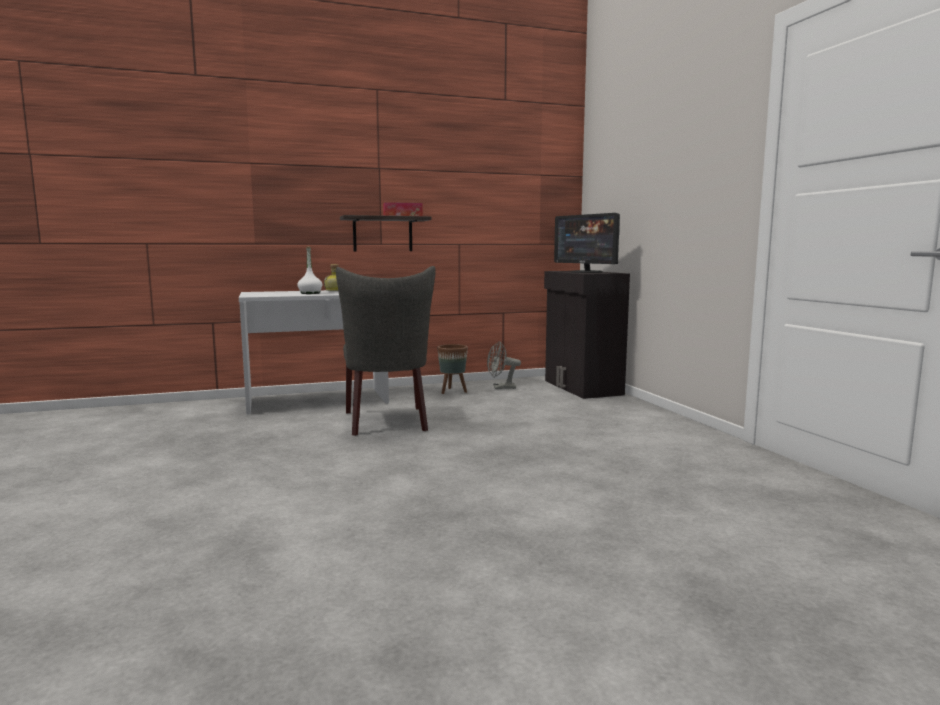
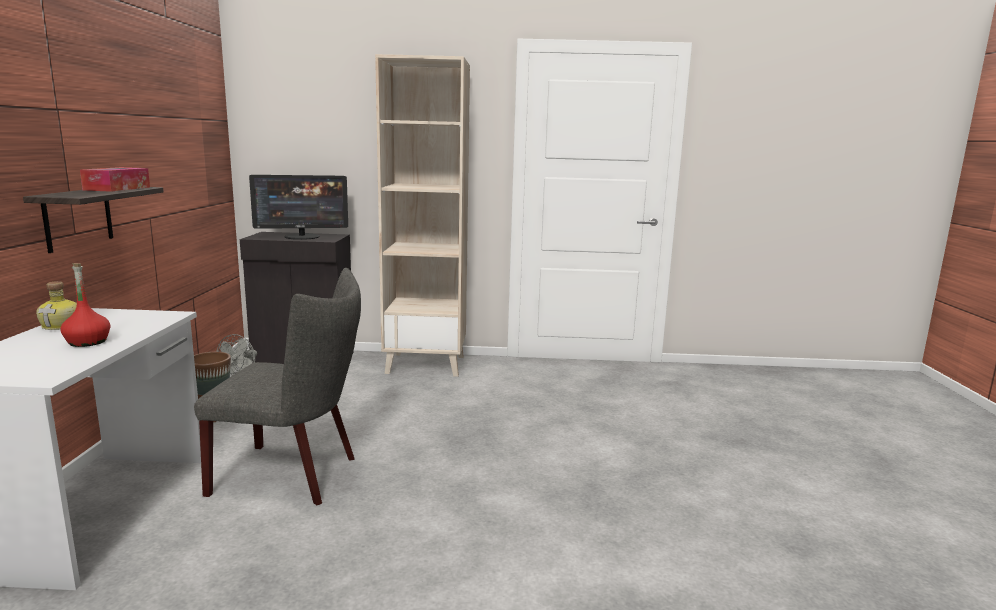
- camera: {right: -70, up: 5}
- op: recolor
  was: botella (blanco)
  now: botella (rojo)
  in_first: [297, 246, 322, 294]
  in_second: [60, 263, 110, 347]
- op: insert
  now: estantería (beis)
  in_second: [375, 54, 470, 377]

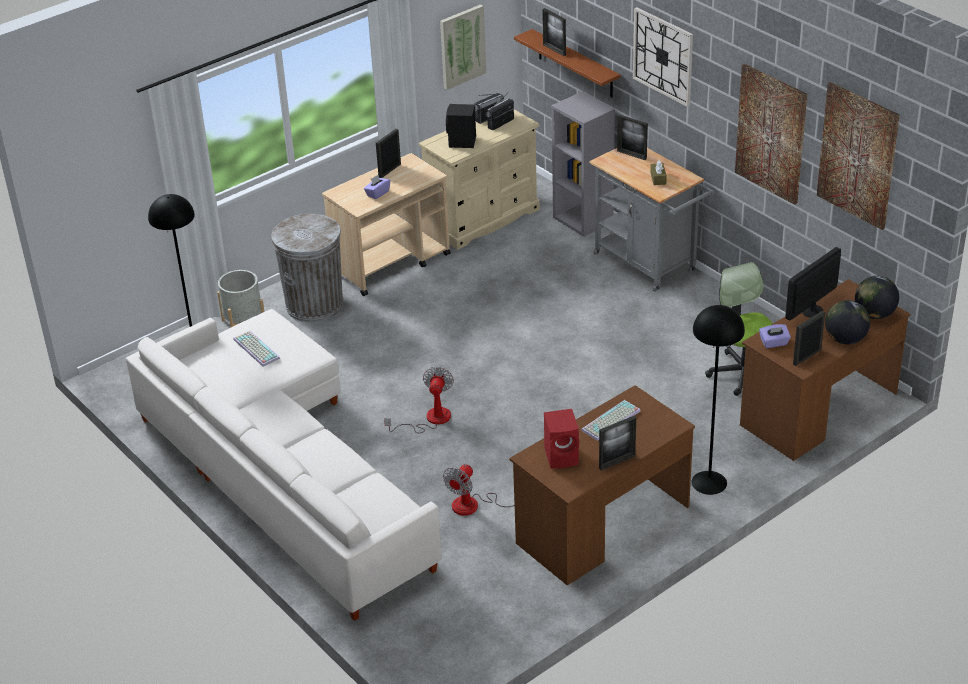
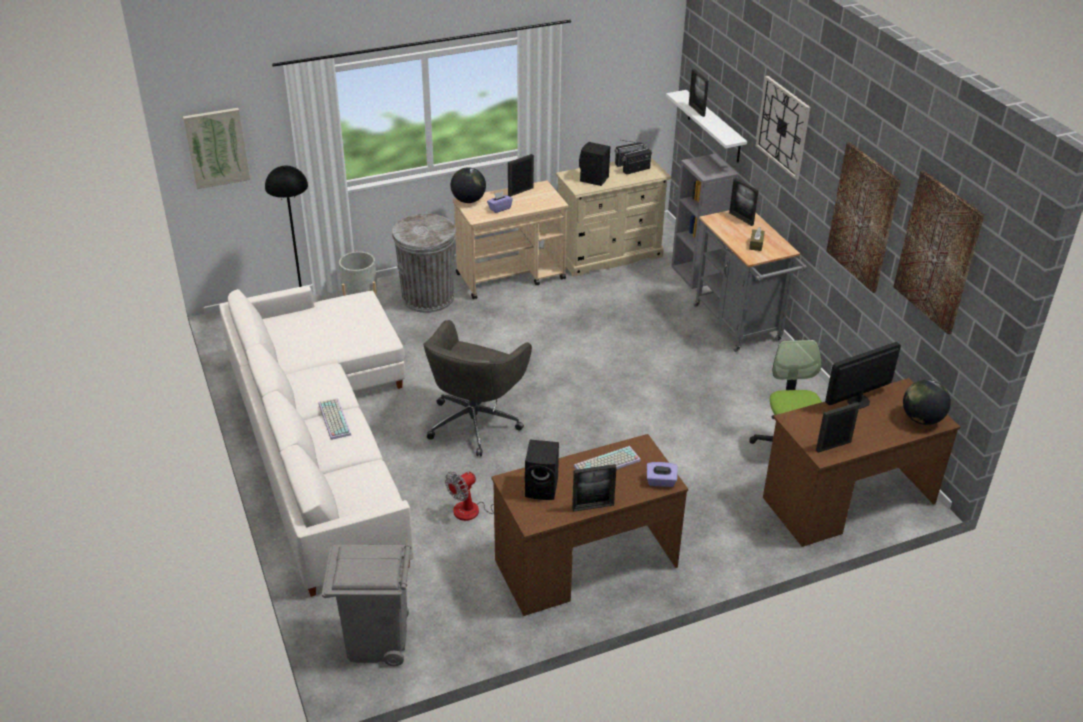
- camera: {right: 15, up: 0}
- op: move
  was: teclado
  in_first: [233, 331, 280, 367]
  in_second: [319, 398, 351, 440]
- op: replace
  was: ventilador
  now: silla de oficina (gris)
  in_first: [384, 366, 454, 433]
  in_second: [423, 320, 532, 456]
- op: move
  was: cuadro
  in_first: [440, 4, 486, 90]
  in_second: [183, 108, 250, 189]
- op: recolor
  was: estante (marrón)
  now: estante (blanco)
  in_first: [514, 29, 621, 97]
  in_second: [666, 90, 747, 163]
- op: recolor
  was: altavoz (rojo)
  now: altavoz (negro)
  in_first: [544, 409, 579, 468]
  in_second: [525, 439, 559, 500]
- op: delete
  was: lámpara de pie (negro)
  in_first: [691, 305, 745, 495]
- op: move
  was: caja de pañuelos (morado)
  in_first: [759, 324, 791, 348]
  in_second: [647, 462, 678, 487]
- op: move
  was: globo terráqueo
  in_first: [825, 300, 870, 345]
  in_second: [451, 167, 486, 203]
- op: insert
  now: papelera (gris)
  in_second: [322, 543, 411, 666]

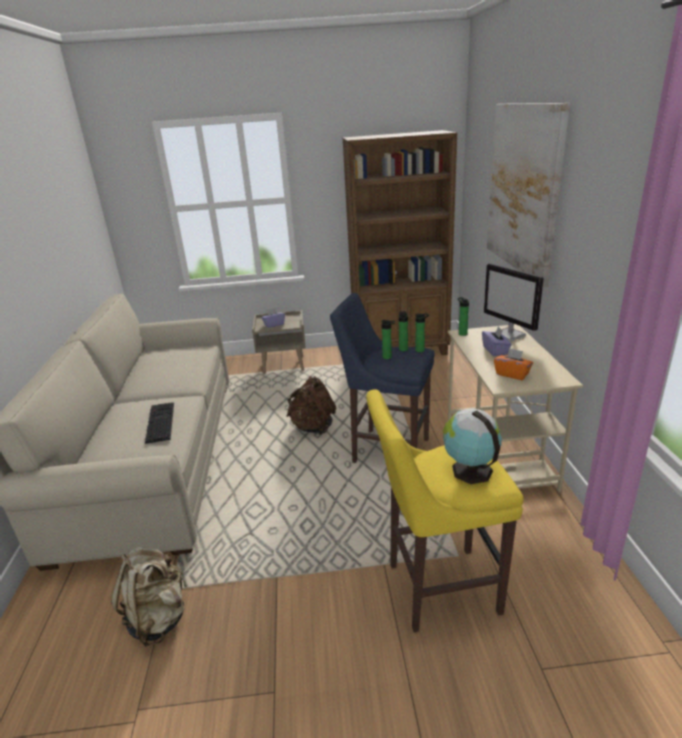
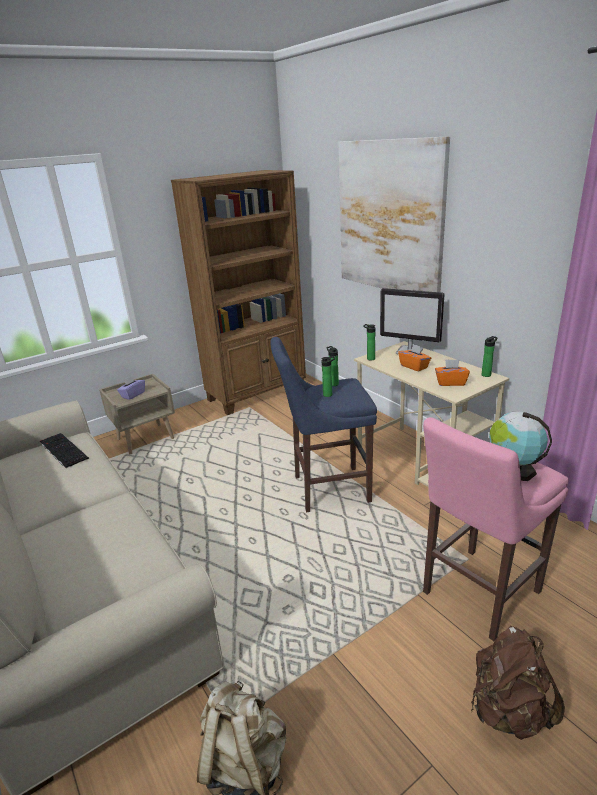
- camera: {right: -30, up: 0}
- op: move
  was: teclado
  in_first: [145, 402, 174, 444]
  in_second: [40, 433, 89, 468]
- op: move
  was: mochila (marrón)
  in_first: [286, 376, 336, 435]
  in_second: [471, 626, 565, 740]
- op: recolor
  was: taburete (amarillo)
  now: taburete (rosa)
  in_first: [366, 389, 524, 633]
  in_second: [423, 417, 568, 641]
- op: move
  was: botella
  in_first: [415, 313, 429, 352]
  in_second: [482, 336, 498, 377]
- op: recolor
  was: caja de pañuelos (morado)
  now: caja de pañuelos (naranja)
  in_first: [482, 326, 512, 356]
  in_second: [398, 344, 431, 372]

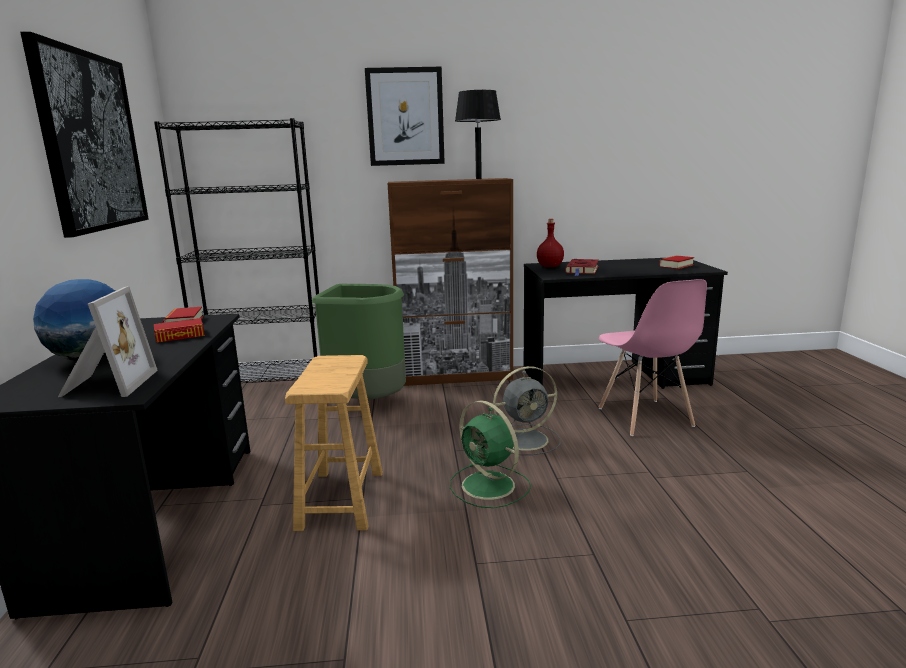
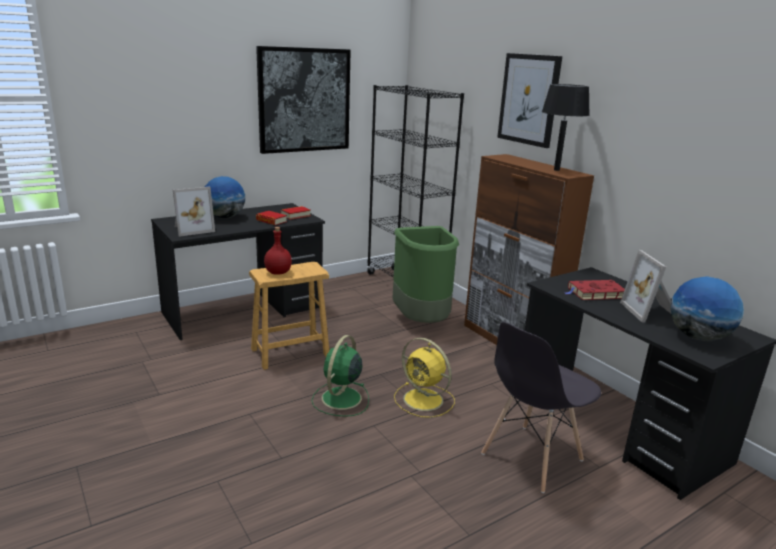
- camera: {right: 60, up: 5}
- op: recolor
  was: ventilador (gris)
  now: ventilador (amarillo)
  in_first: [493, 366, 561, 455]
  in_second: [394, 338, 455, 418]
- op: move
  was: botella (rojo)
  in_first: [537, 219, 564, 267]
  in_second: [264, 227, 292, 275]
- op: recolor
  was: silla (rosa)
  now: silla (gris)
  in_first: [599, 279, 707, 436]
  in_second: [481, 322, 601, 493]
- op: replace
  was: libro
  now: globo terráqueo
  in_first: [659, 255, 694, 269]
  in_second: [670, 276, 744, 341]
- op: insert
  now: portarretratos
  in_second: [620, 250, 672, 323]

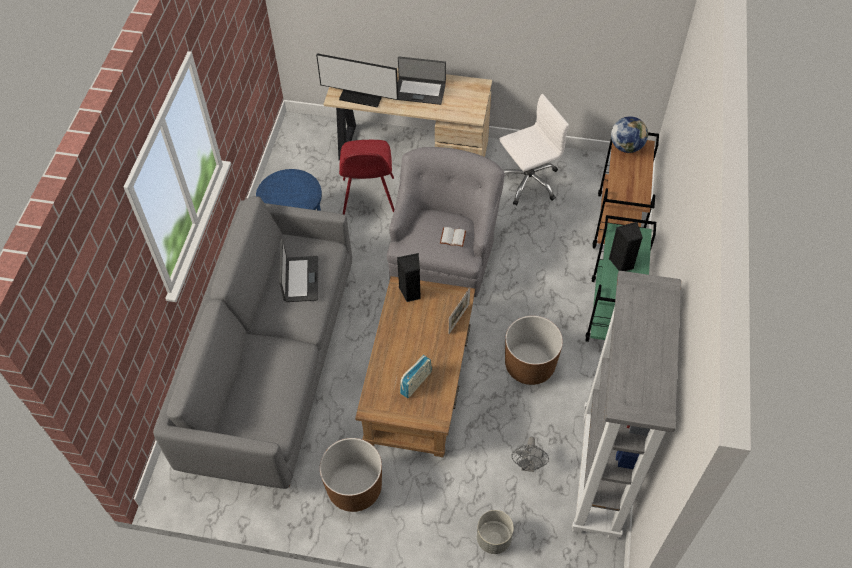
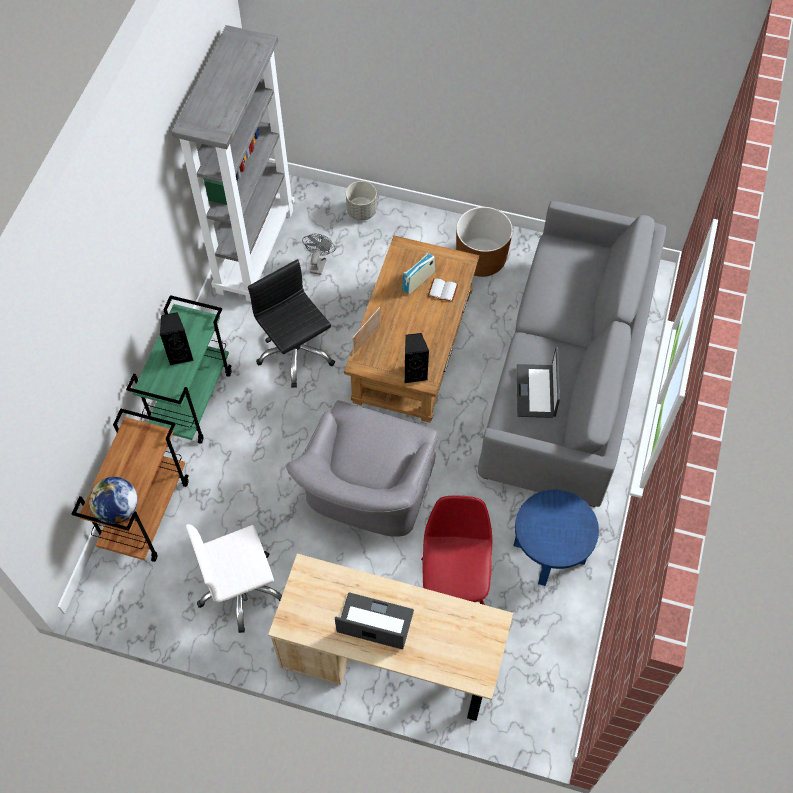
- camera: {right: -175, up: 5}
- op: delete
  was: monitor
  in_first: [316, 53, 398, 108]
- op: move
  was: libro (blanco)
  in_first: [440, 227, 466, 247]
  in_second: [428, 278, 458, 302]
- op: replace
  was: maceta (marrón)
  now: silla de oficina (negro)
  in_first: [505, 316, 563, 385]
  in_second: [248, 259, 335, 388]

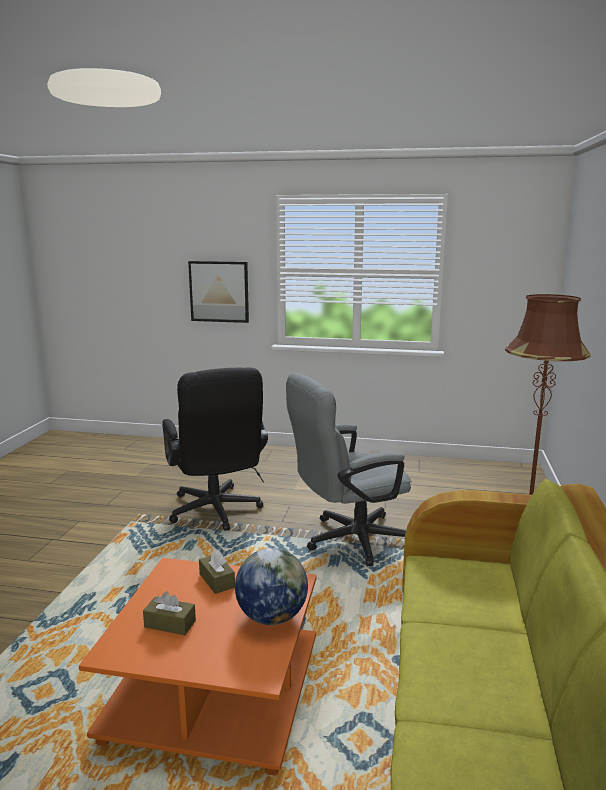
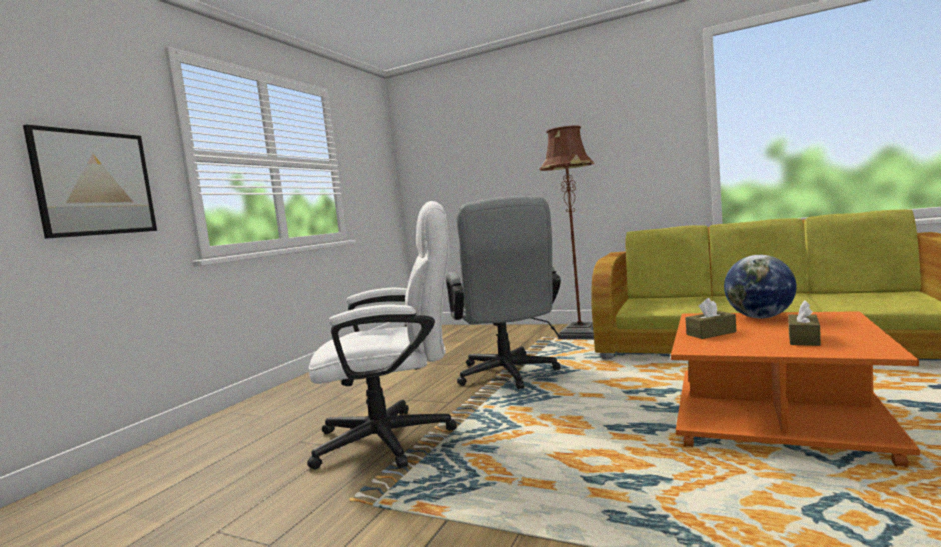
- camera: {right: -75, up: -10}
- op: recolor
  was: silla de oficina (negro)
  now: silla de oficina (blanco)
  in_first: [162, 367, 268, 531]
  in_second: [307, 201, 457, 469]

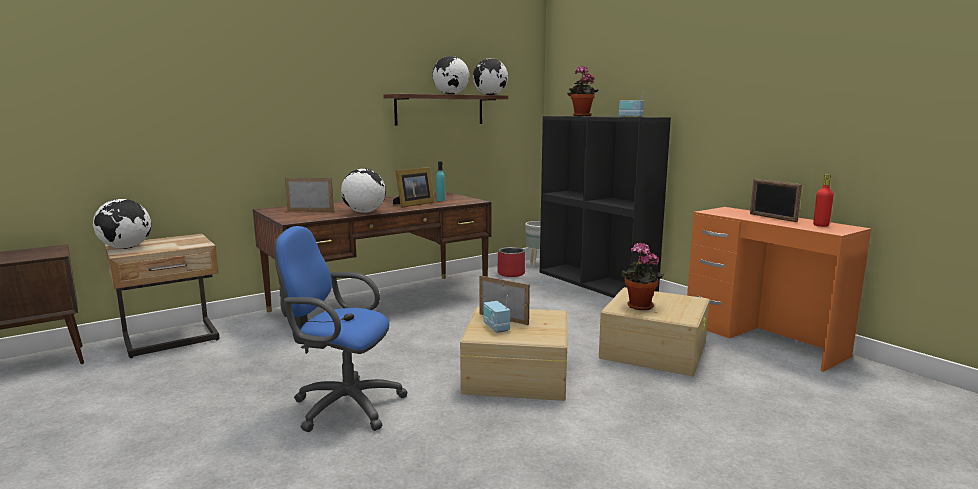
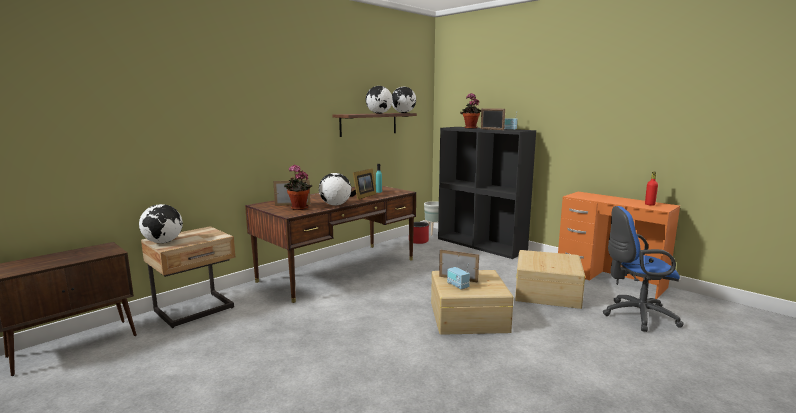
- camera: {right: -10, up: 0}
- op: move
  was: silla de oficina (azul)
  in_first: [274, 226, 408, 432]
  in_second: [603, 206, 684, 332]
- op: move
  was: planta en maceta
  in_first: [621, 242, 664, 310]
  in_second: [284, 164, 312, 210]
- op: move
  was: portarretratos
  in_first: [750, 179, 802, 222]
  in_second: [481, 108, 505, 130]

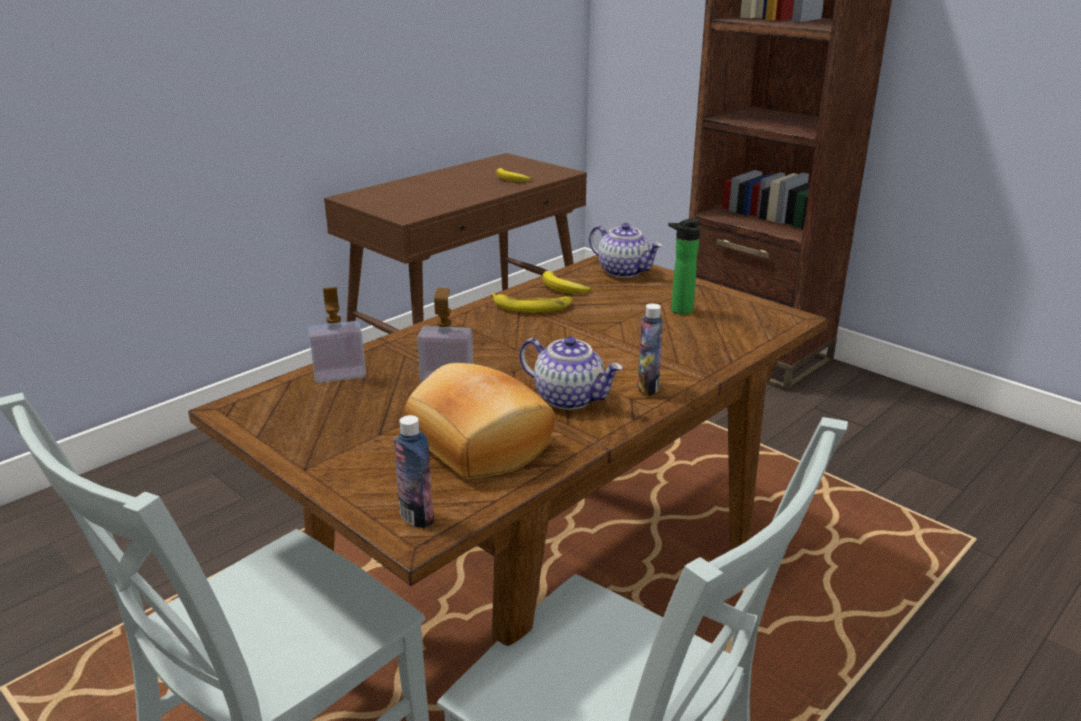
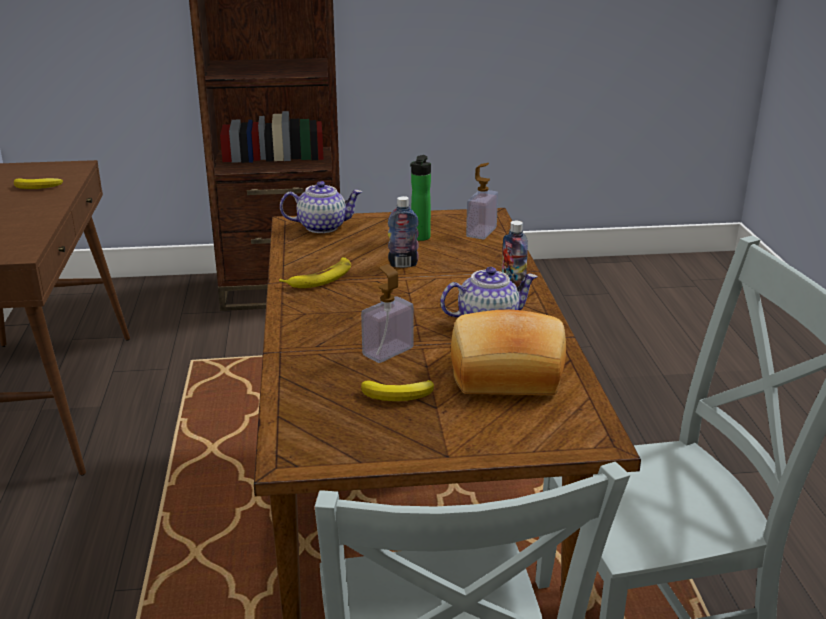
- camera: {right: -50, up: 0}
- op: move
  was: dispensador de jabón
  in_first: [308, 287, 366, 383]
  in_second: [466, 163, 498, 239]
- op: move
  was: botella
  in_first: [394, 415, 434, 528]
  in_second: [388, 196, 419, 268]
- op: move
  was: plátano
  in_first: [542, 271, 591, 294]
  in_second: [361, 380, 434, 401]

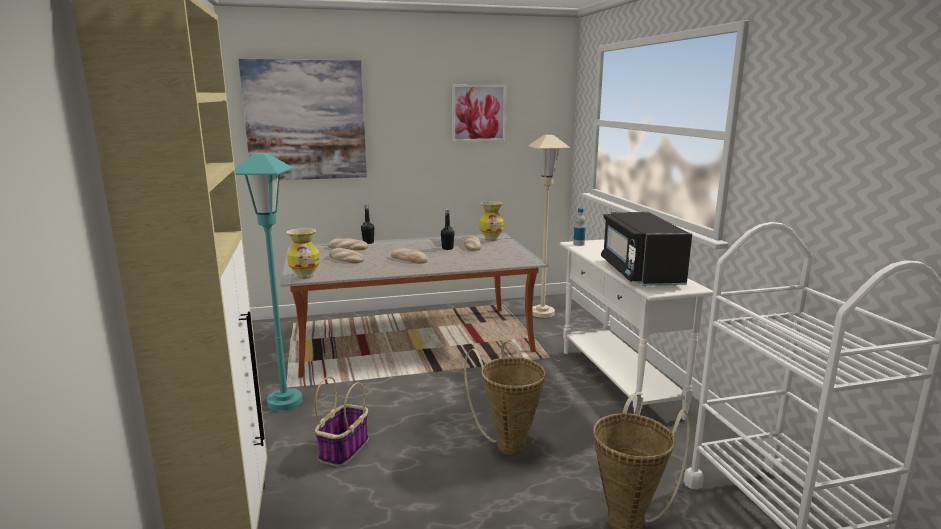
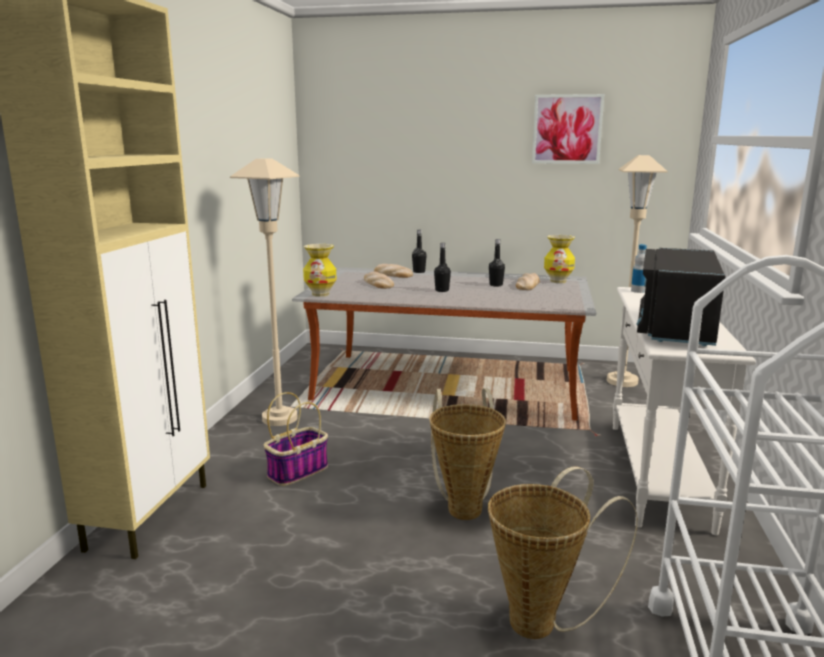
- camera: {right: 25, up: 0}
- op: recolor
  was: lámpara de pie (turquesa)
  now: lámpara de pie (beis)
  in_first: [235, 153, 302, 411]
  in_second: [230, 158, 300, 426]
- op: delete
  was: cuadro
  in_first: [238, 59, 367, 180]
- op: replace
  was: pan
  now: botella (negro)
  in_first: [391, 248, 428, 263]
  in_second: [434, 243, 451, 292]

